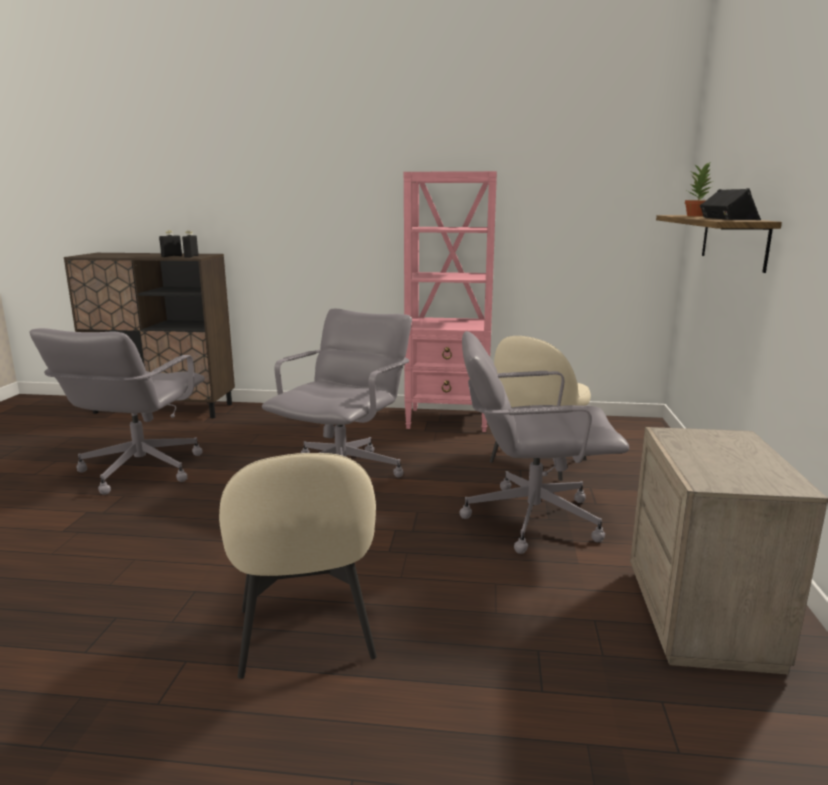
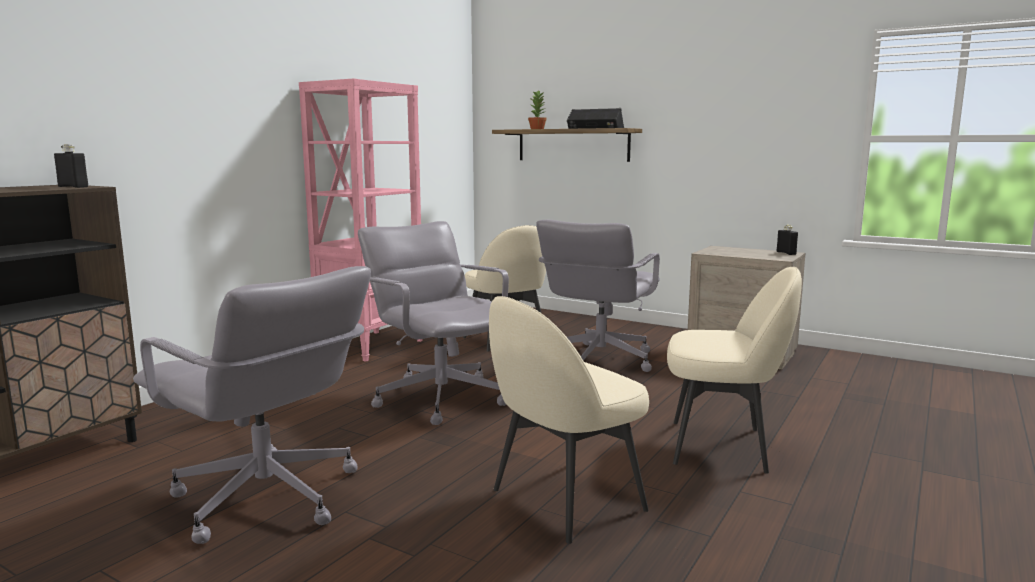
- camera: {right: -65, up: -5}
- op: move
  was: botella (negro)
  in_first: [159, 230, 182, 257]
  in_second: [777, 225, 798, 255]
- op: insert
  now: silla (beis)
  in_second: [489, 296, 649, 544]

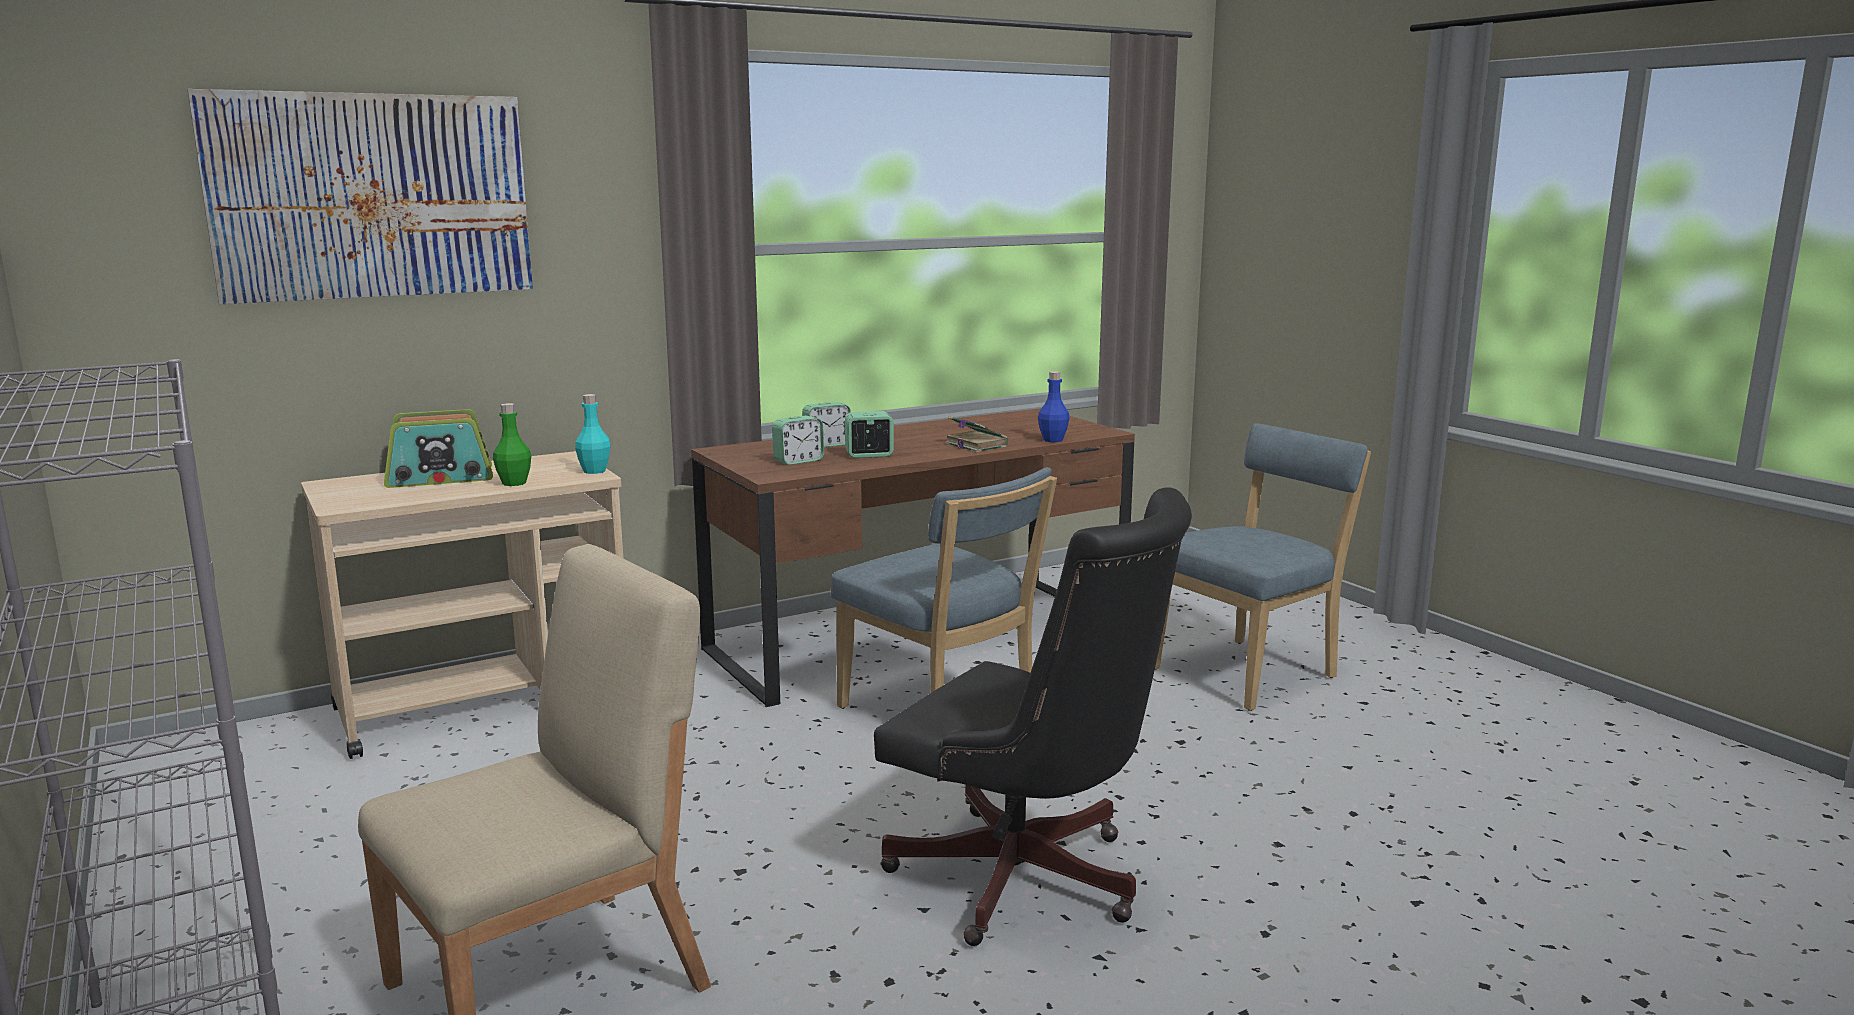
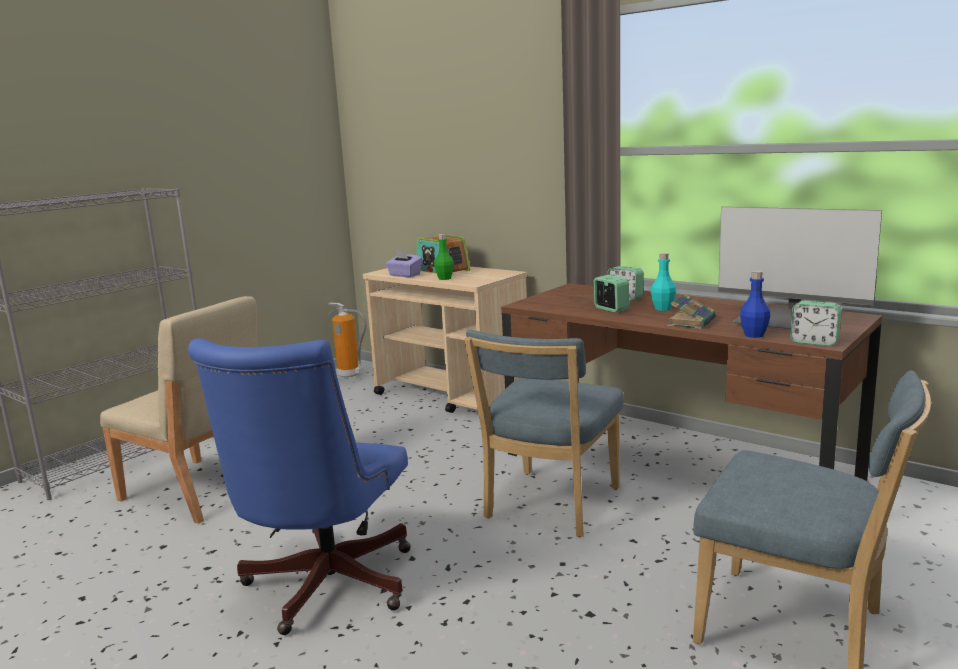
- camera: {right: 70, up: 0}
- op: delete
  was: cuadro
  in_first: [188, 89, 533, 304]
- op: move
  was: botella (turquesa)
  in_first: [575, 394, 610, 474]
  in_second: [651, 253, 677, 311]
- op: move
  was: despertador
  in_first: [772, 416, 824, 465]
  in_second: [790, 301, 842, 346]
- op: recolor
  was: silla de oficina (negro)
  now: silla de oficina (azul)
  in_first: [874, 487, 1192, 946]
  in_second: [188, 338, 411, 635]
- op: insert
  now: extintor
  in_second: [328, 302, 367, 378]
- op: insert
  now: caja de pañuelos (morado)
  in_second: [386, 250, 422, 277]
- op: insert
  now: monitor
  in_second: [718, 207, 882, 329]

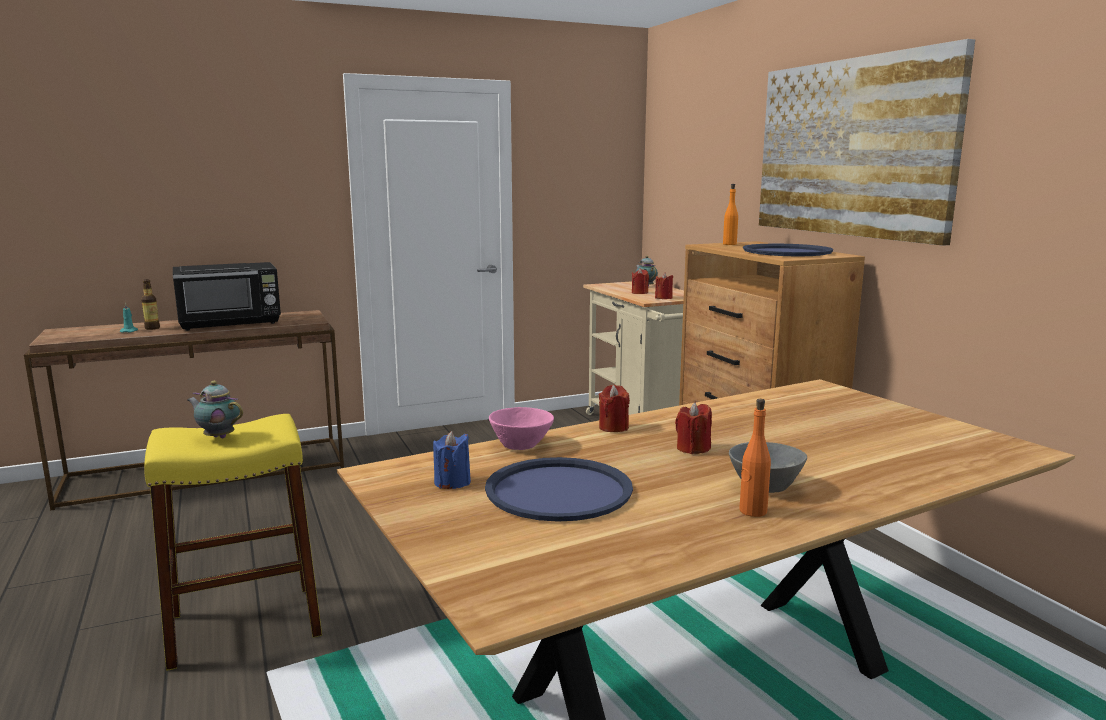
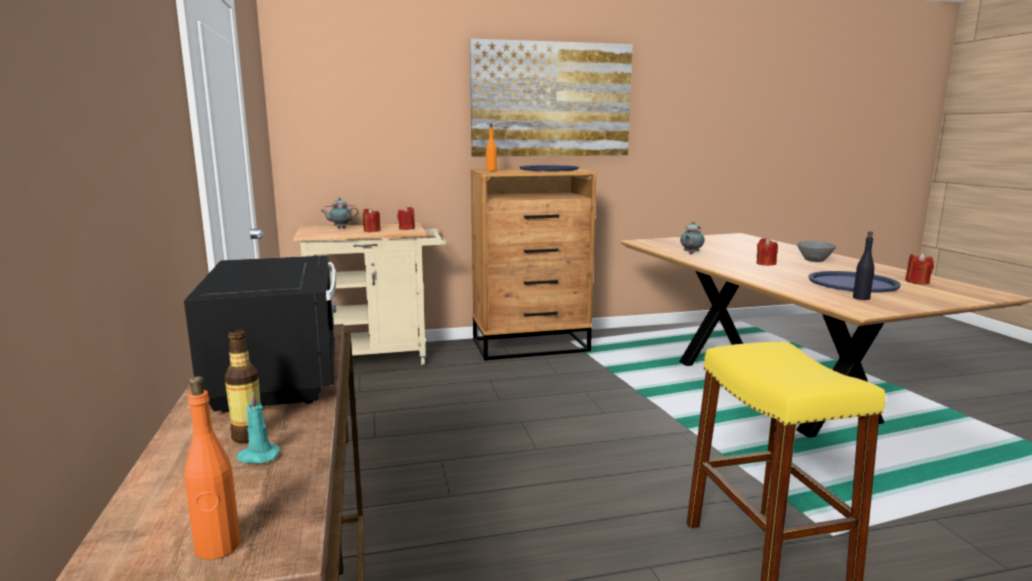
- camera: {right: -80, up: 0}
- op: move
  was: tetera
  in_first: [188, 381, 243, 438]
  in_second: [680, 221, 705, 254]
- op: replace
  was: vela (azul)
  now: botella (negro)
  in_first: [433, 431, 471, 489]
  in_second: [853, 231, 874, 300]
- op: delete
  was: cuenco (rosa)
  in_first: [489, 407, 554, 450]
- op: move
  was: vela (rojo)
  in_first: [599, 385, 630, 432]
  in_second: [905, 253, 934, 284]
- op: move
  was: botella (naranja)
  in_first: [740, 399, 771, 517]
  in_second: [185, 376, 241, 560]

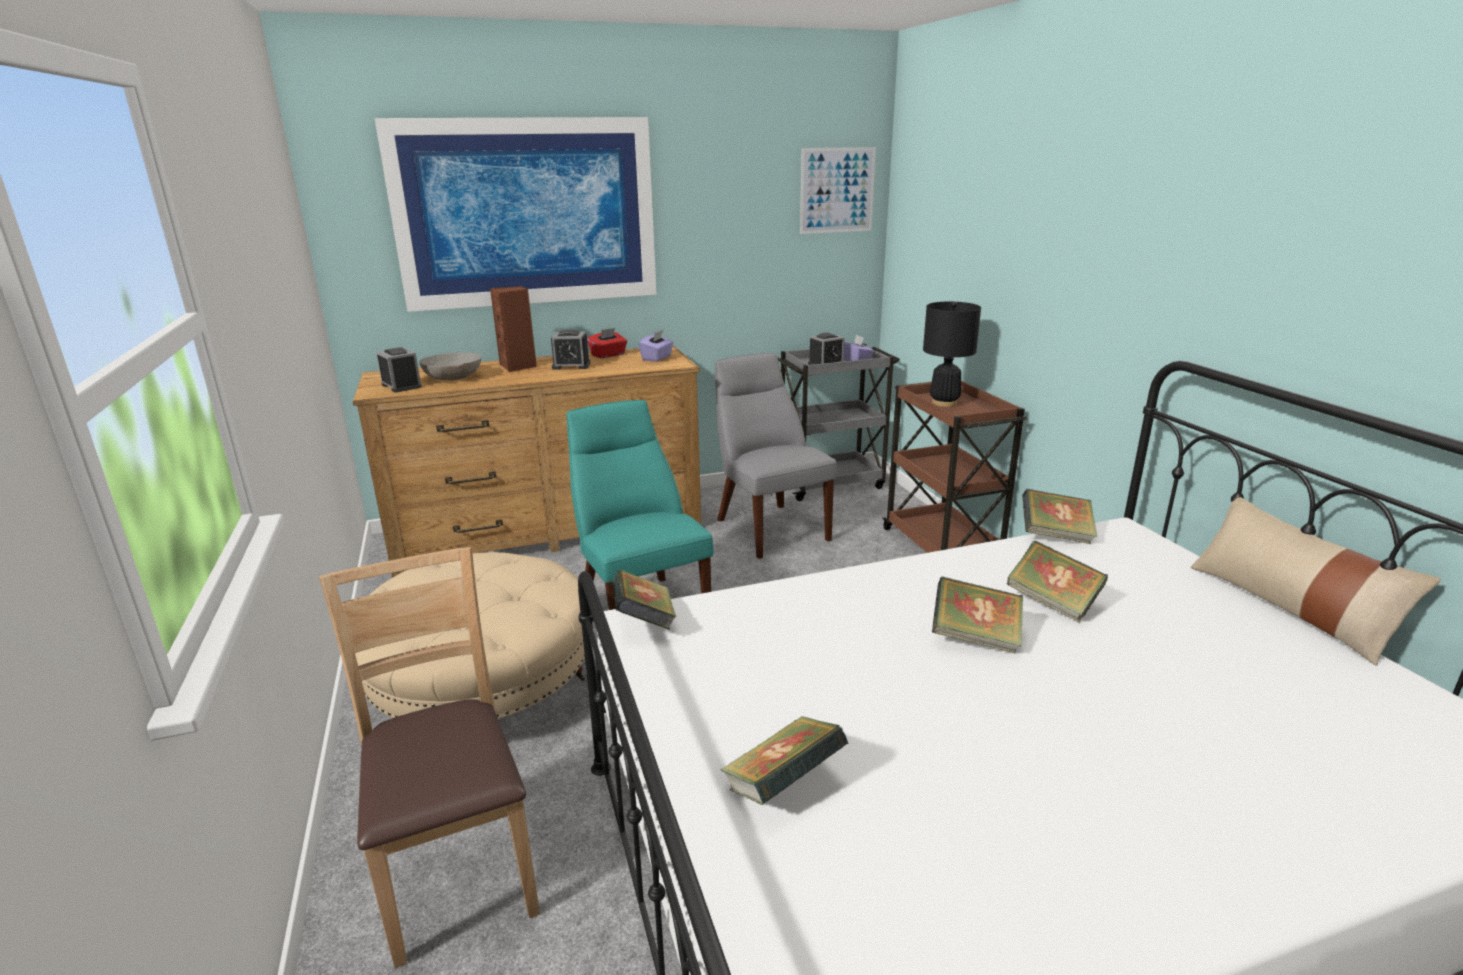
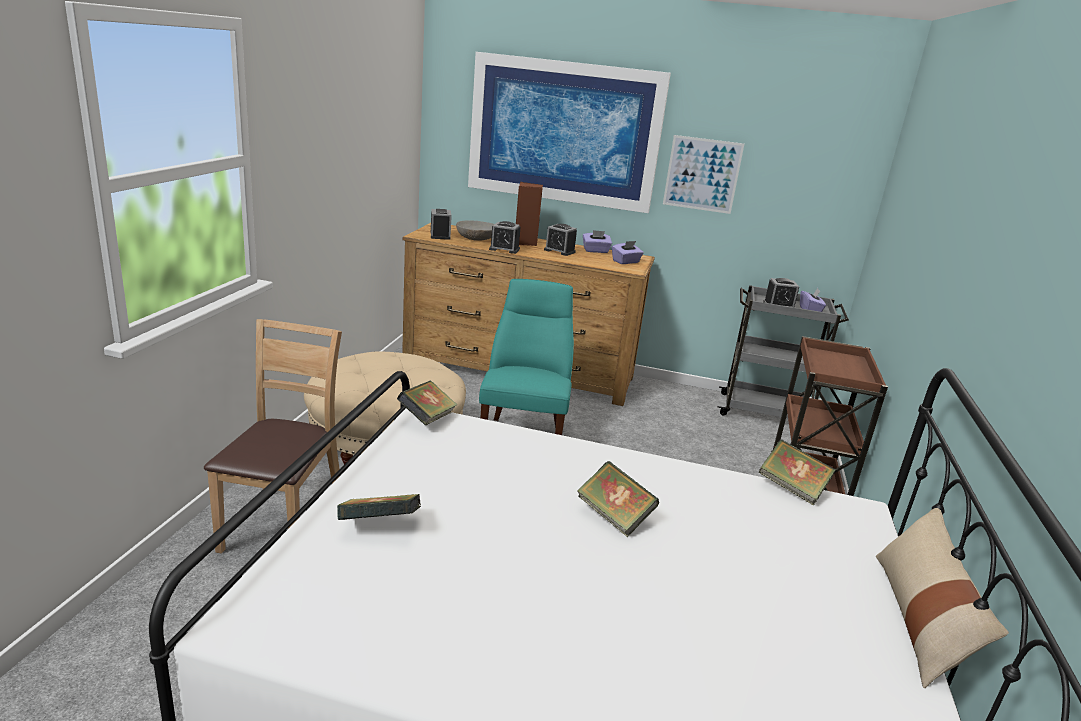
- camera: {right: 30, up: 0}
- op: recolor
  was: caja de pañuelos (rojo)
  now: caja de pañuelos (morado)
  in_first: [587, 328, 627, 358]
  in_second: [583, 230, 612, 253]
- op: delete
  was: silla (gris)
  in_first: [715, 353, 837, 559]
- op: move
  was: cuadro
  in_first: [800, 147, 876, 234]
  in_second: [663, 135, 744, 214]
- op: delete
  was: lámpara de mesa (negro)
  in_first: [923, 302, 981, 407]
- op: delete
  was: libro
  in_first: [1007, 541, 1108, 623]
- op: insert
  now: despertador
  in_second: [489, 221, 520, 254]

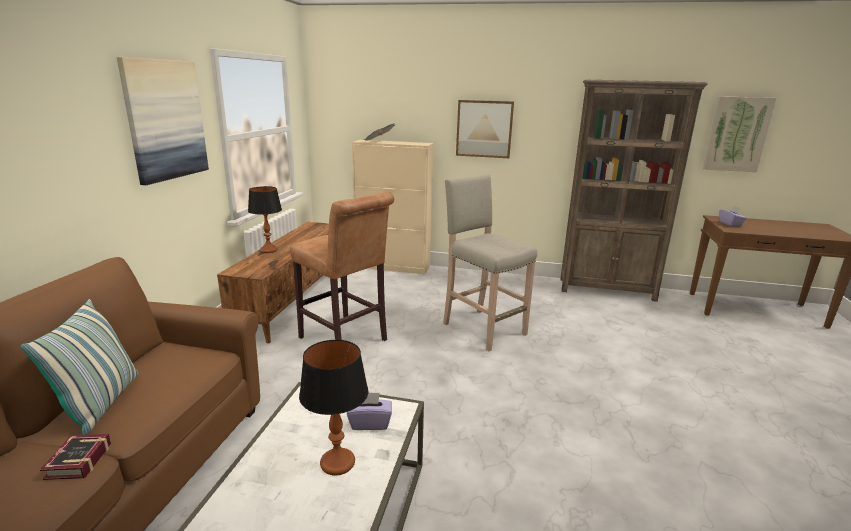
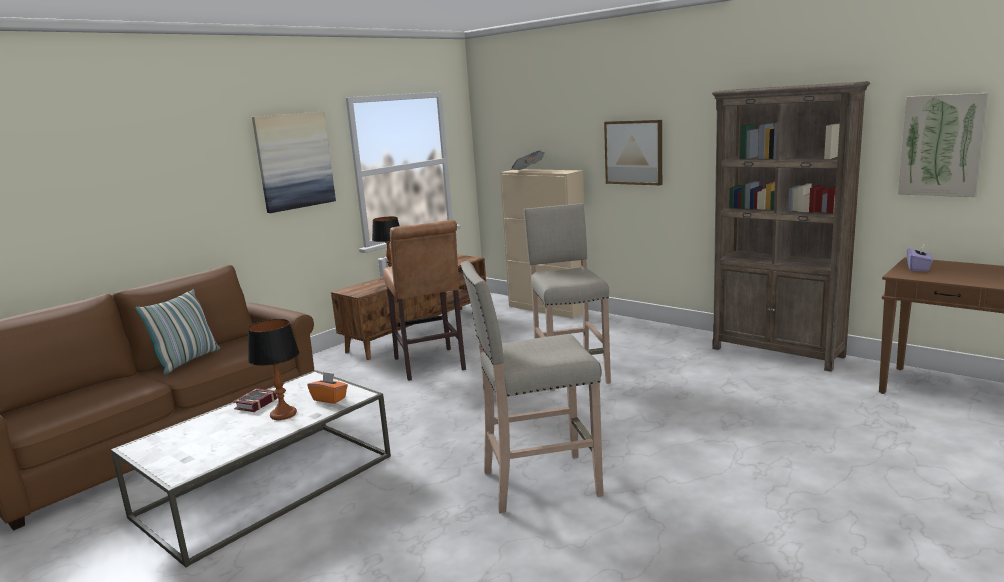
- camera: {right: 30, up: -5}
- op: move
  was: libro
  in_first: [40, 434, 111, 480]
  in_second: [233, 388, 277, 412]
- op: recolor
  was: caja de pañuelos (morado)
  now: caja de pañuelos (naranja)
  in_first: [347, 393, 392, 430]
  in_second: [307, 372, 348, 404]
- op: insert
  now: taburete (beis)
  in_second: [460, 261, 603, 513]

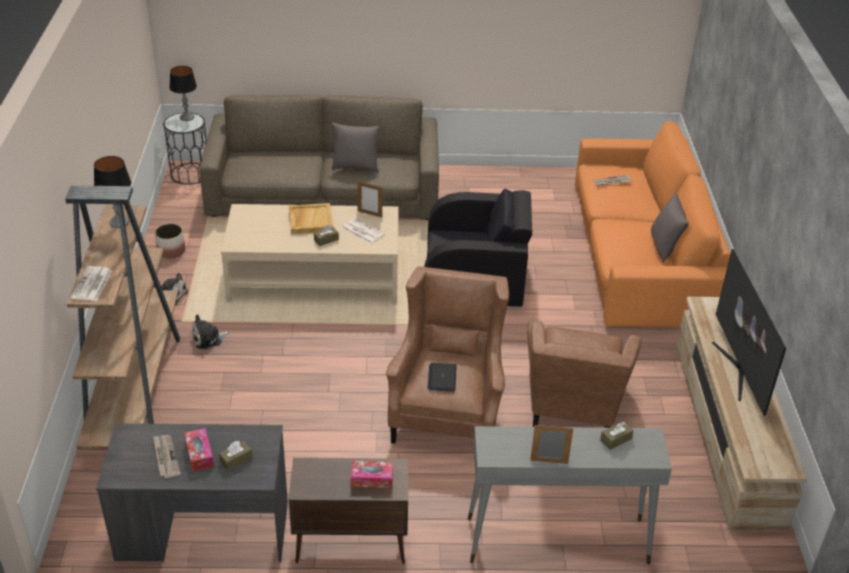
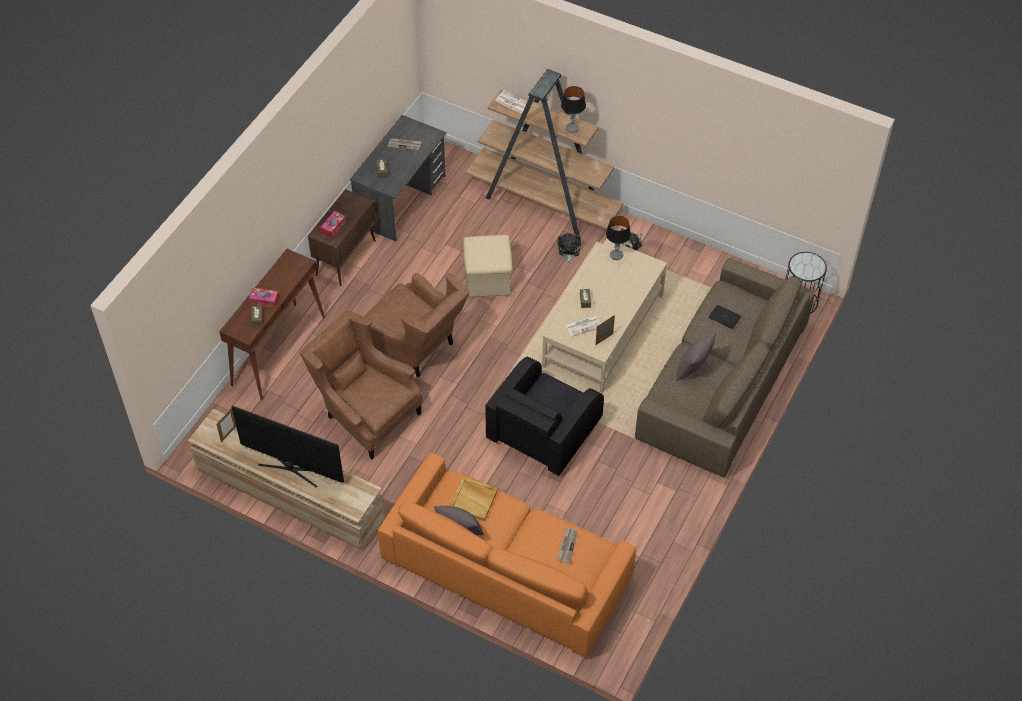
- camera: {right: 120, up: 15}
- op: delete
  was: maceta
  in_first: [155, 223, 185, 258]
- op: move
  was: lámpara de mesa
  in_first: [169, 66, 197, 121]
  in_second: [606, 216, 631, 260]
- op: move
  was: caja de pañuelos
  in_first: [184, 428, 214, 471]
  in_second: [249, 288, 279, 308]
- op: move
  was: bandeja (beis)
  in_first: [289, 203, 333, 234]
  in_second: [450, 477, 498, 521]
- op: move
  was: portátil
  in_first: [427, 363, 457, 392]
  in_second: [709, 305, 741, 329]
- op: recolor
  was: mesa consola (gris)
  now: mesa consola (marrón)
  in_first: [468, 426, 672, 565]
  in_second: [219, 249, 325, 400]
- op: move
  was: portarretratos
  in_first: [530, 425, 574, 464]
  in_second: [216, 408, 236, 442]
- op: insert
  now: puf (beis)
  in_second: [463, 235, 512, 297]

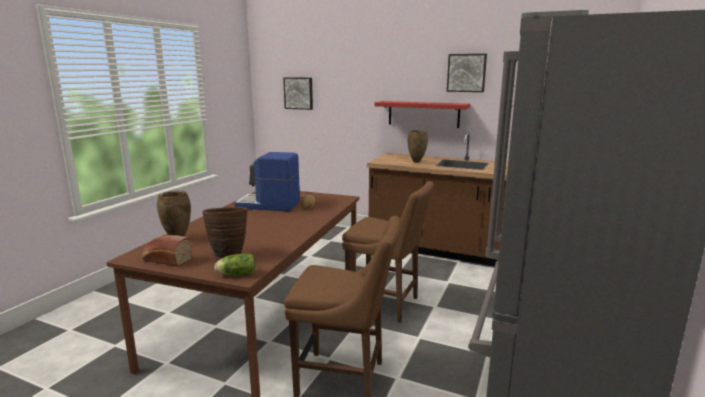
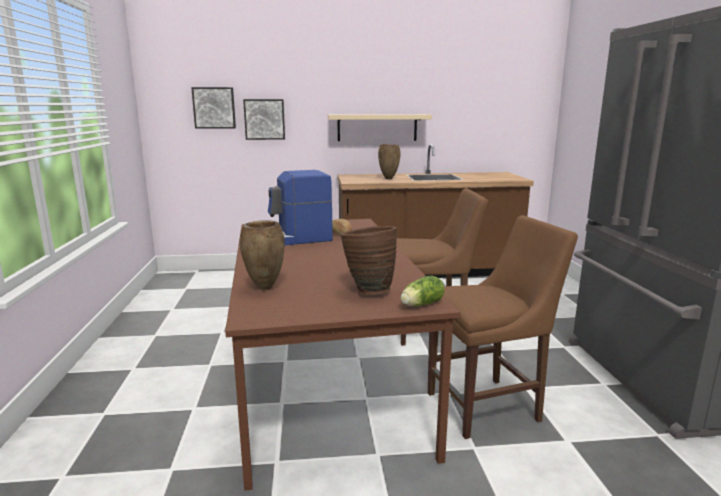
- camera: {right: -30, up: 0}
- op: delete
  was: pan
  in_first: [142, 235, 192, 266]
- op: recolor
  was: estante (rojo)
  now: estante (beis)
  in_first: [374, 101, 470, 128]
  in_second: [328, 114, 432, 141]
- op: move
  was: cuadro
  in_first: [447, 54, 487, 92]
  in_second: [243, 99, 285, 140]

